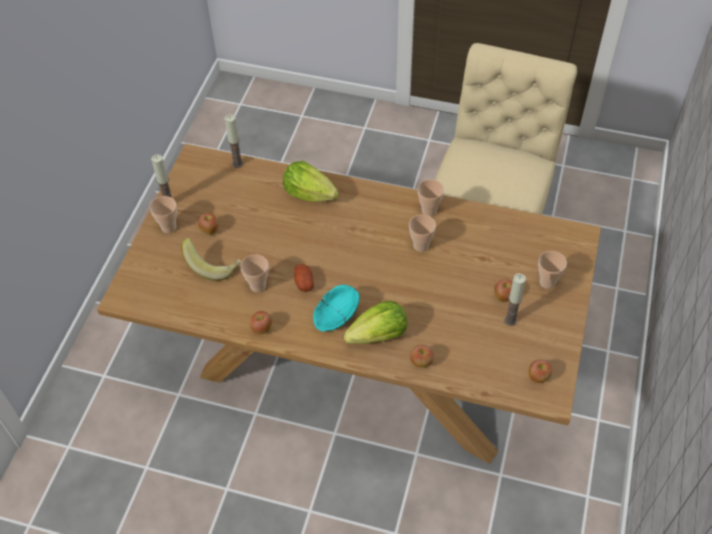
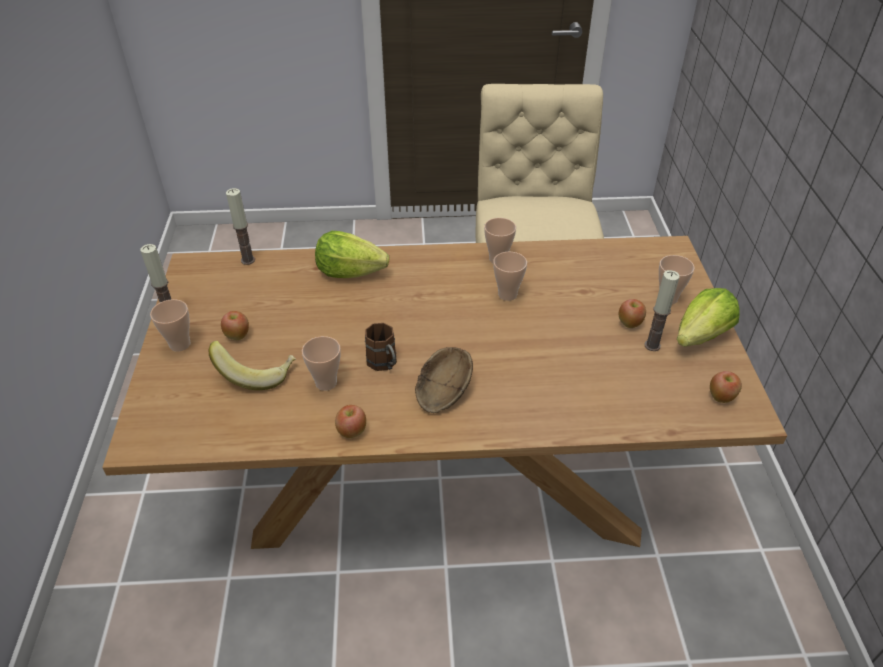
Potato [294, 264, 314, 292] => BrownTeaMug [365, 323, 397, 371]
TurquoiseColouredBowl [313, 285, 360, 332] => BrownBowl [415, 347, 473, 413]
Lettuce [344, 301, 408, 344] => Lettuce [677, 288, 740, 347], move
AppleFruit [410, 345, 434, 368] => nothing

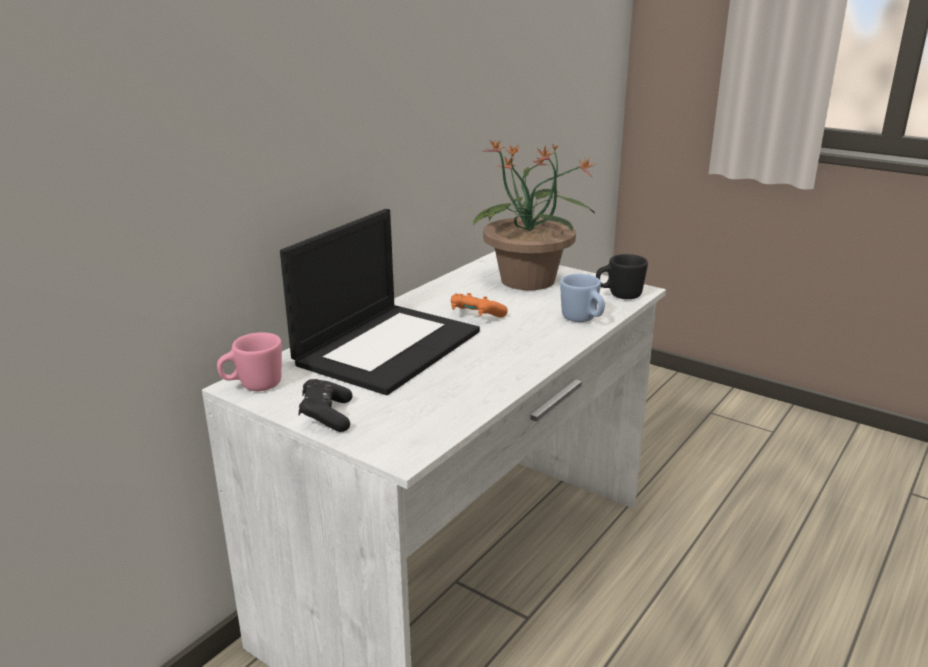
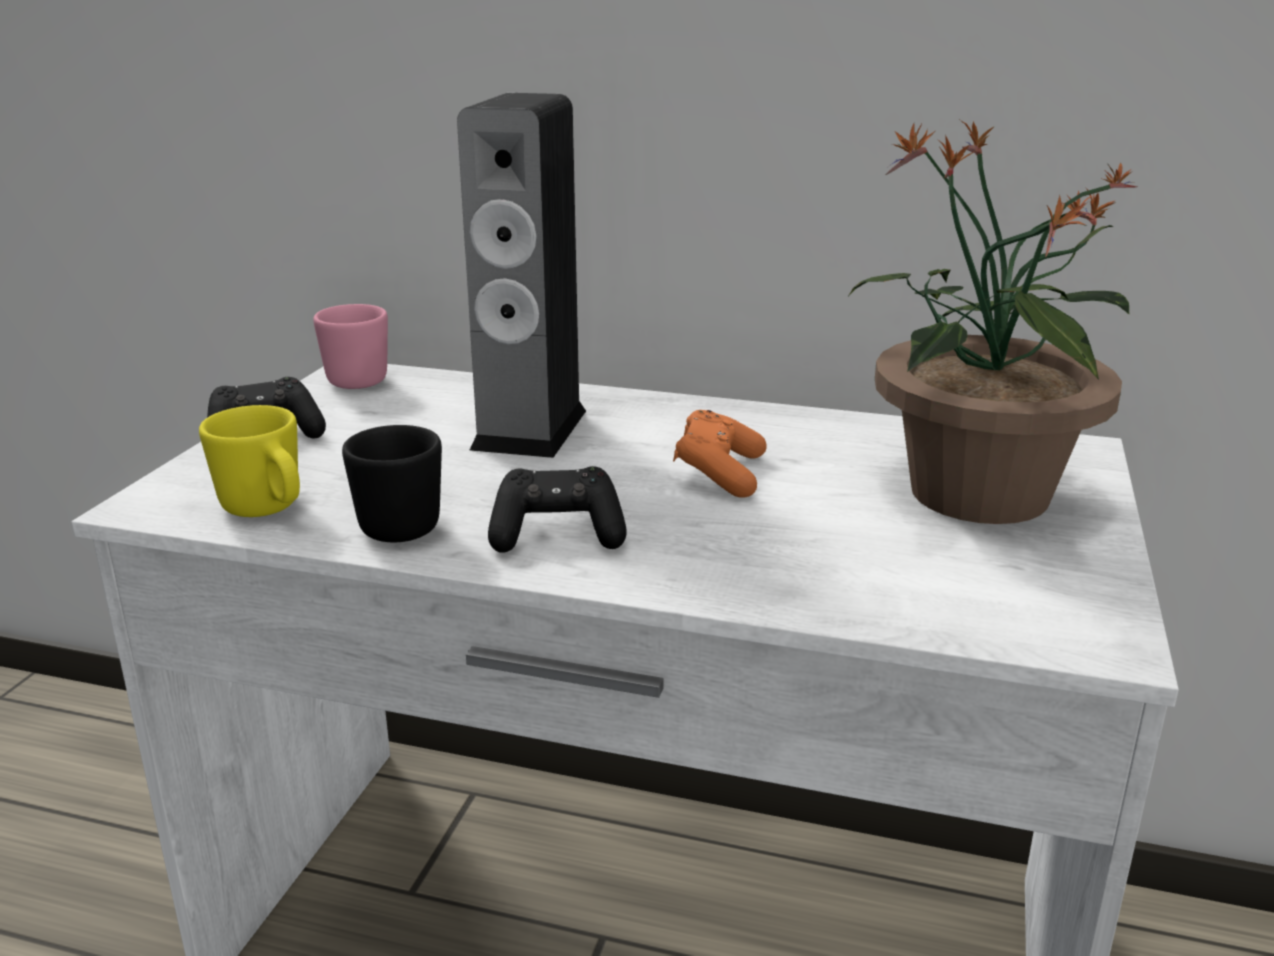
Laptop [280, 209, 480, 395] => Speaker [457, 93, 586, 458]
BluishTeaMug [560, 274, 605, 322] => nothing
BlackTeaMug [596, 254, 648, 299] => BlackTeaMug [342, 425, 442, 542], move
nothing => YellowColouredTeaMug [199, 405, 300, 517]
nothing => BlackGameController [488, 466, 627, 553]

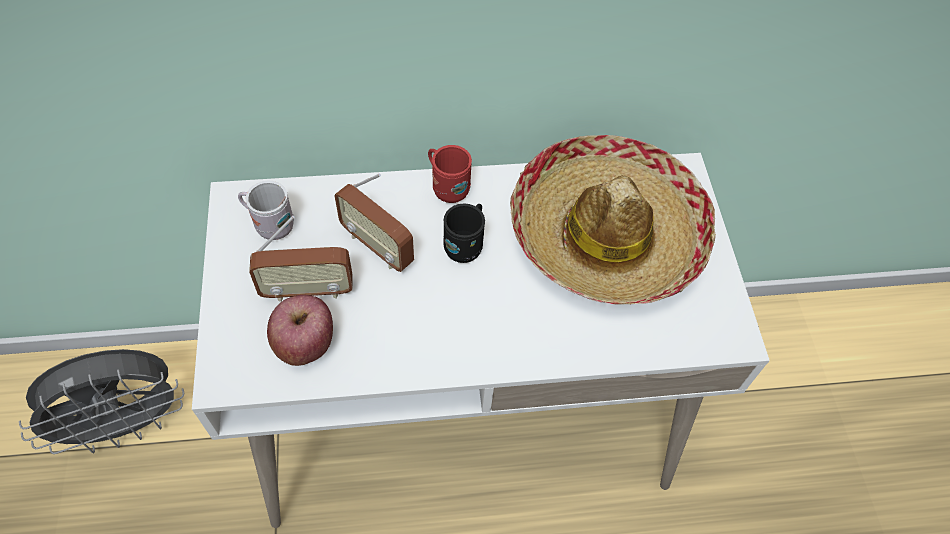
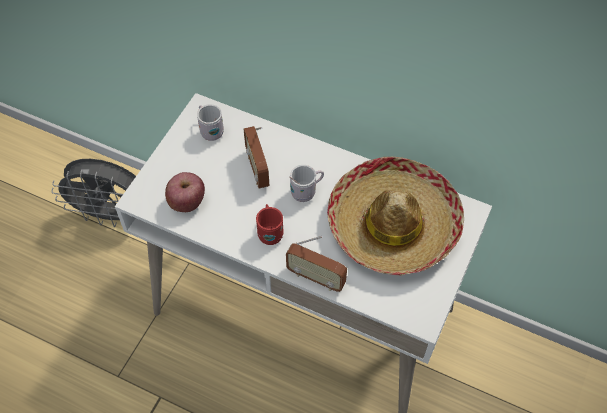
RadioSet [249, 216, 353, 302] => RadioSet [286, 236, 347, 292], move
RedColouredTeaMug [428, 145, 472, 203] => RedColouredTeaMug [256, 204, 284, 245], move
BlackTeaMug [443, 203, 485, 263] => WhiteColouredTeaMug [289, 165, 324, 202]

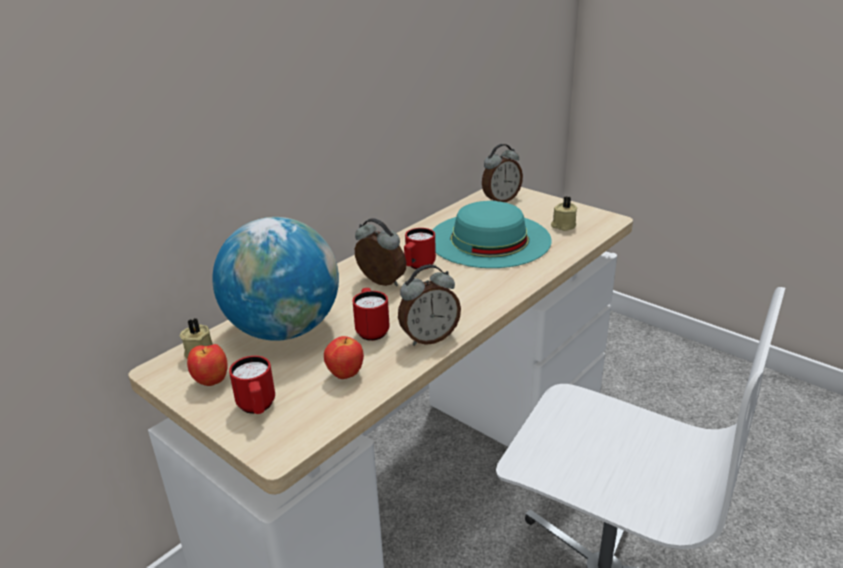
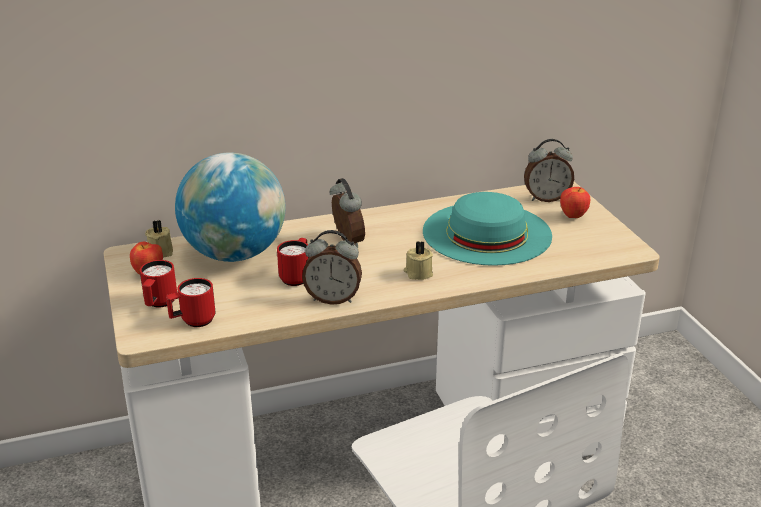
AppleFruit [324, 336, 364, 379] => AppleFruit [560, 187, 590, 218], move
RedColouredTeaMug [404, 228, 436, 270] => RedColouredTeaMug [166, 278, 216, 327], move
BeigeColouredWaxCandle [551, 197, 577, 231] => BeigeColouredWaxCandle [404, 241, 433, 280], move

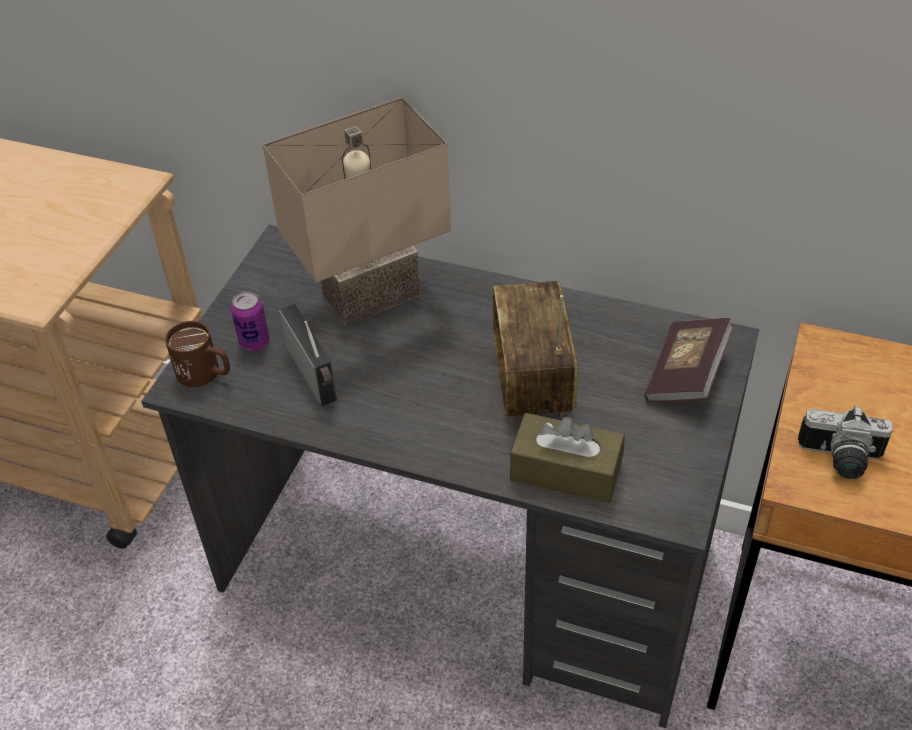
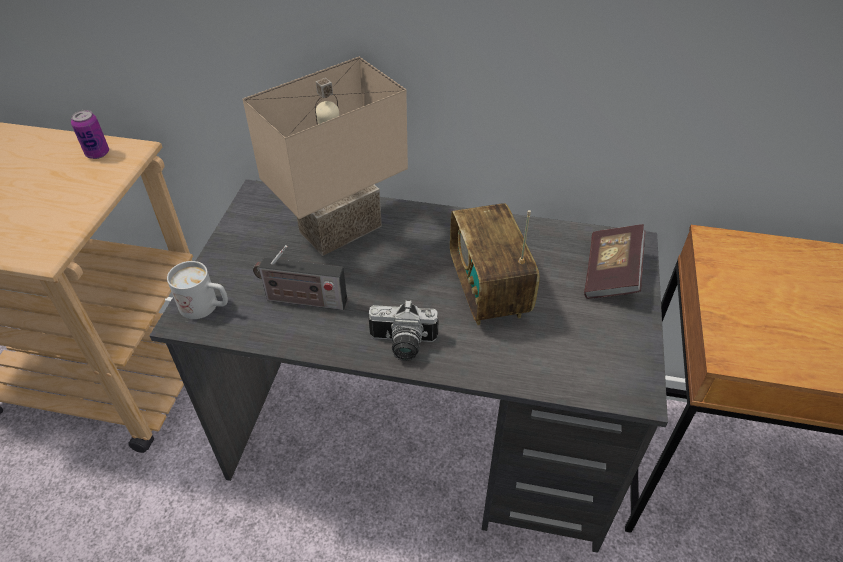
BrownTeaMug [165, 321, 230, 387] => WhiteColouredTeaMug [167, 261, 228, 319]
SealedCan [231, 291, 270, 351] => SealedCan [71, 110, 109, 159], move
RadioSet [279, 304, 337, 406] => RadioSet [253, 245, 347, 310], 135 degrees clockwise
BrownBoxOfTissues [510, 413, 625, 503] => nothing
StillCamera [798, 406, 893, 479] => StillCamera [368, 300, 439, 361], move

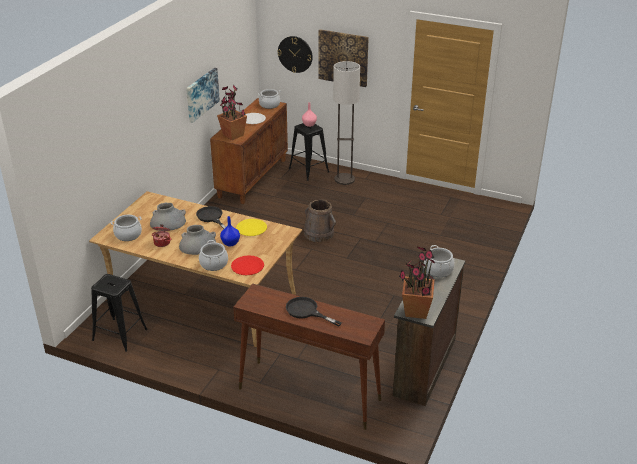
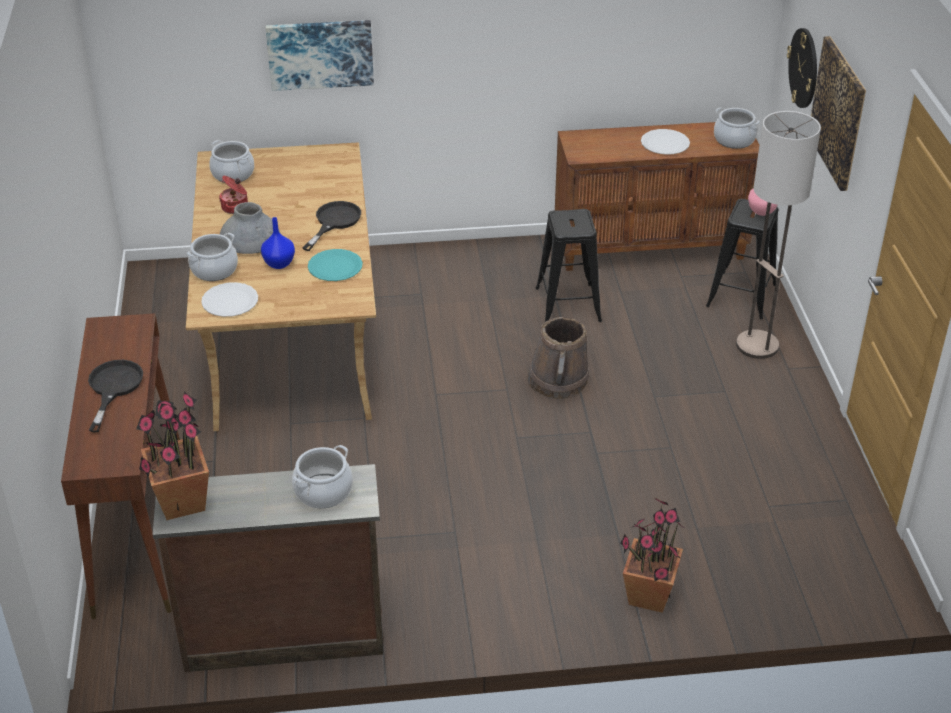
BlackSittingStool [91, 274, 148, 352] => BlackSittingStool [535, 209, 602, 322], move
GreyishDecorativeVase [150, 203, 186, 231] => nothing
WallPicture [186, 68, 220, 123] => WallPicture [266, 20, 374, 91], move
PottedPlant [217, 85, 247, 140] => PottedPlant [620, 498, 685, 613], move
RedColouredPlate [231, 255, 264, 275] => WhiteColouredPlate [201, 282, 258, 317]
YellowColouredPlate [236, 219, 267, 236] => TurquoiseColouredPlate [308, 249, 363, 281]

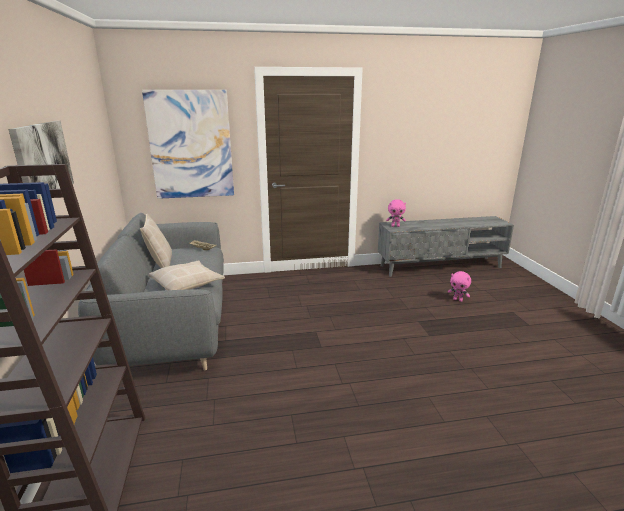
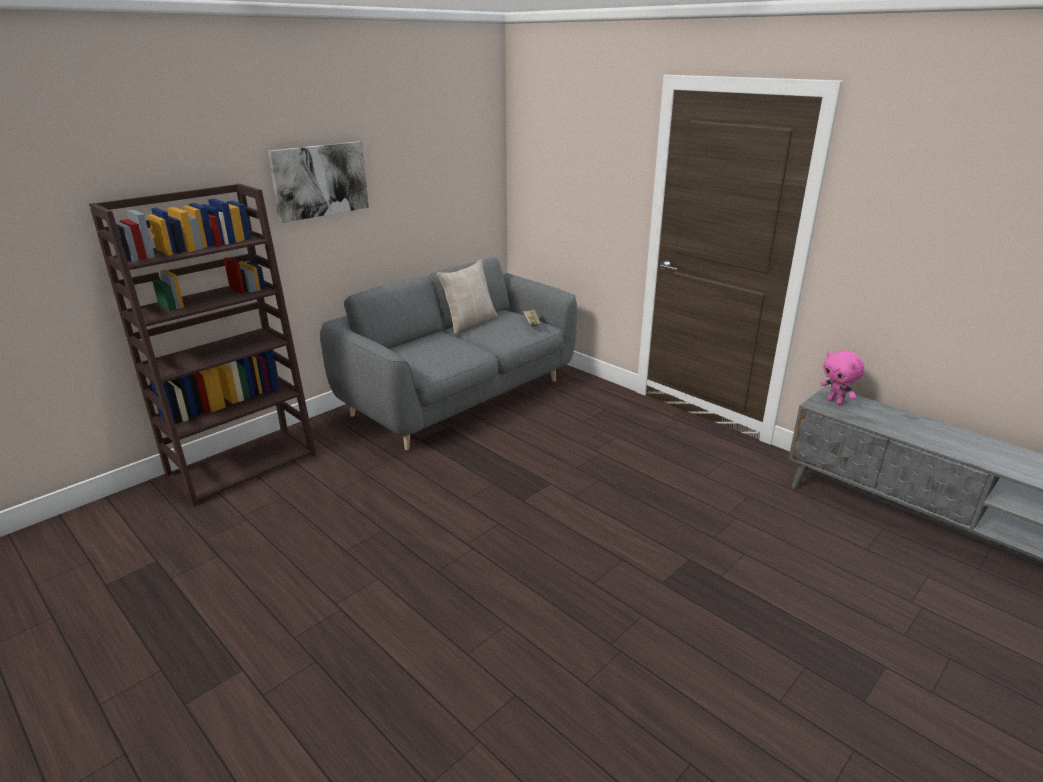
WallPicture [142, 90, 234, 199] => nothing
BeigeColouredThrowPillow [149, 260, 225, 290] => nothing
PinkColouredSoftToy [448, 271, 471, 302] => nothing

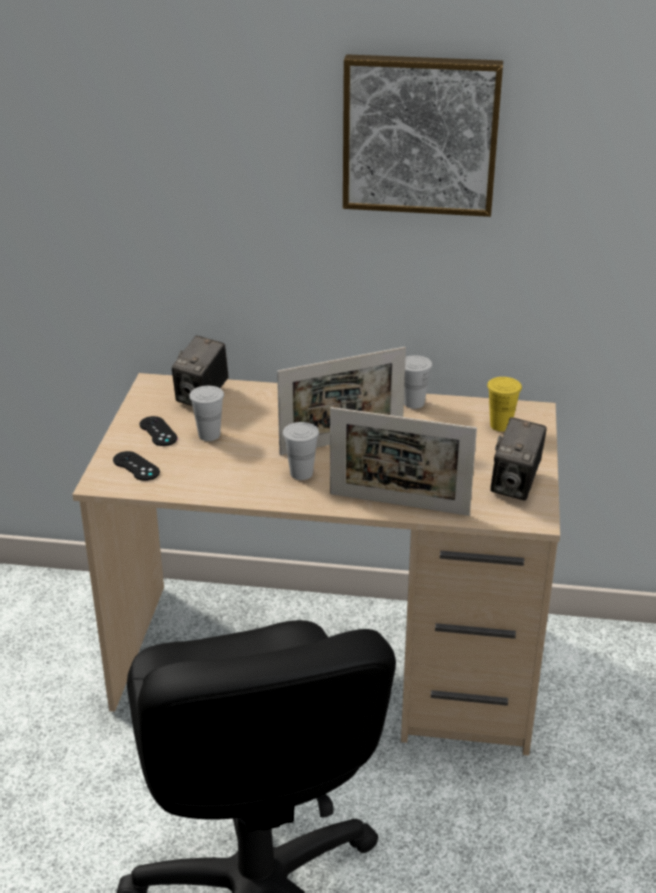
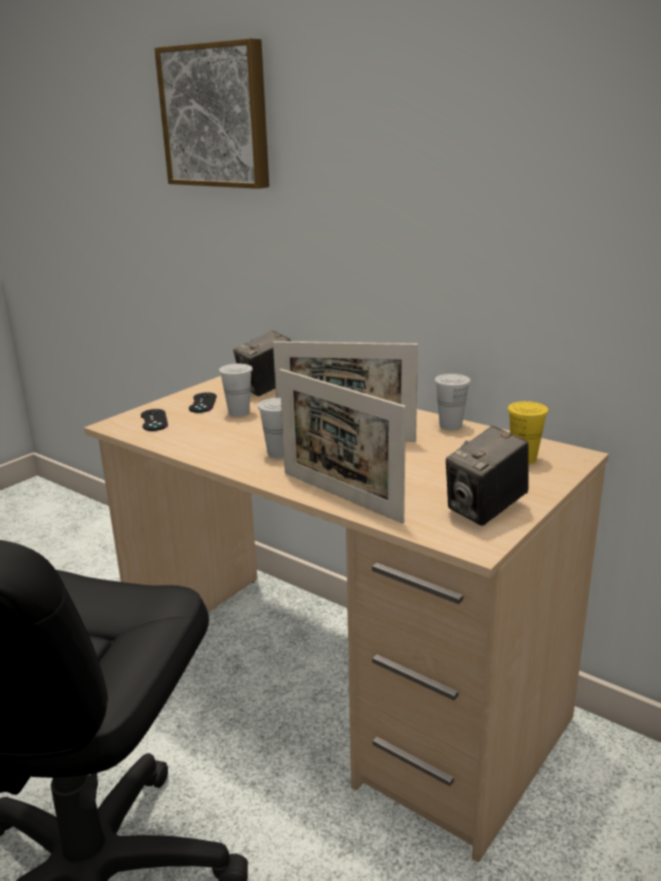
WallPicture [343, 54, 503, 217] => WallPicture [154, 38, 269, 189], move

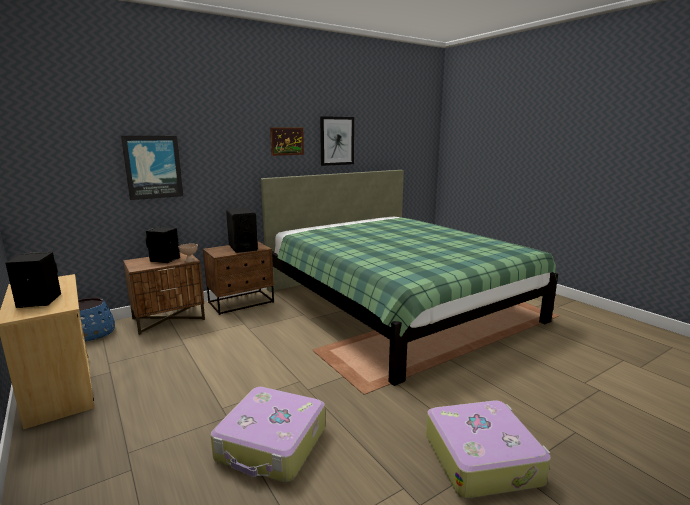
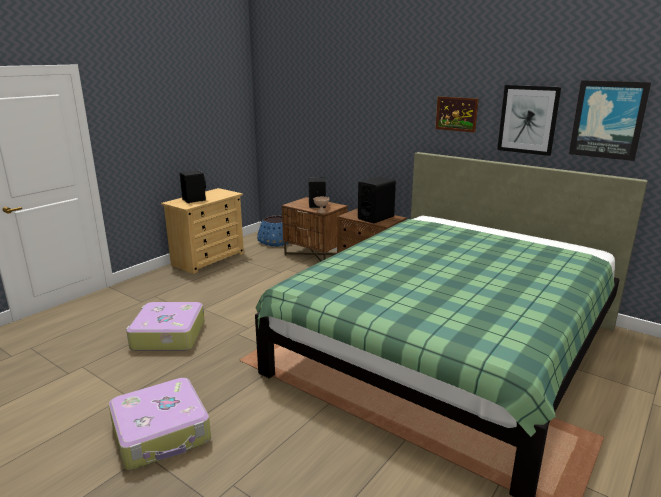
WallPicture [121, 136, 183, 200] => WallPicture [569, 80, 651, 161], move

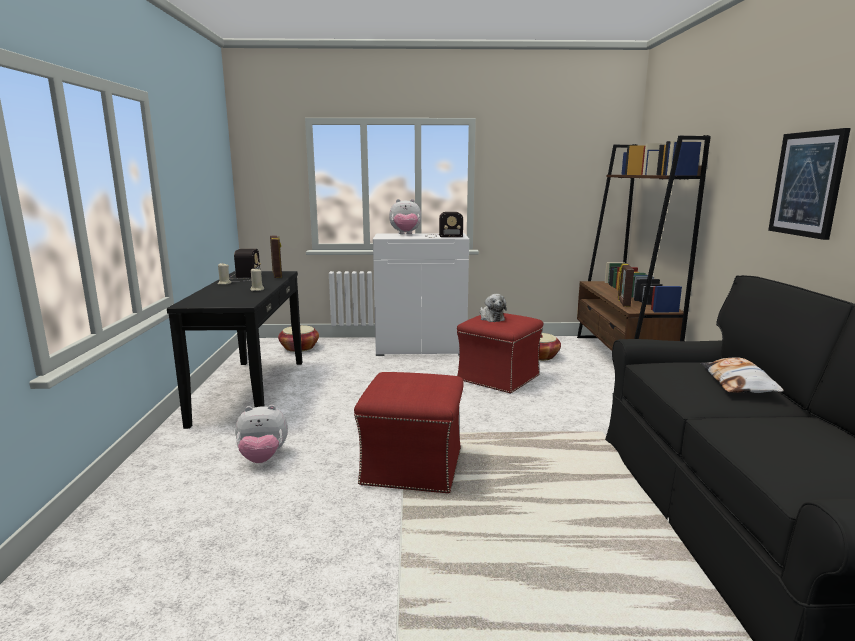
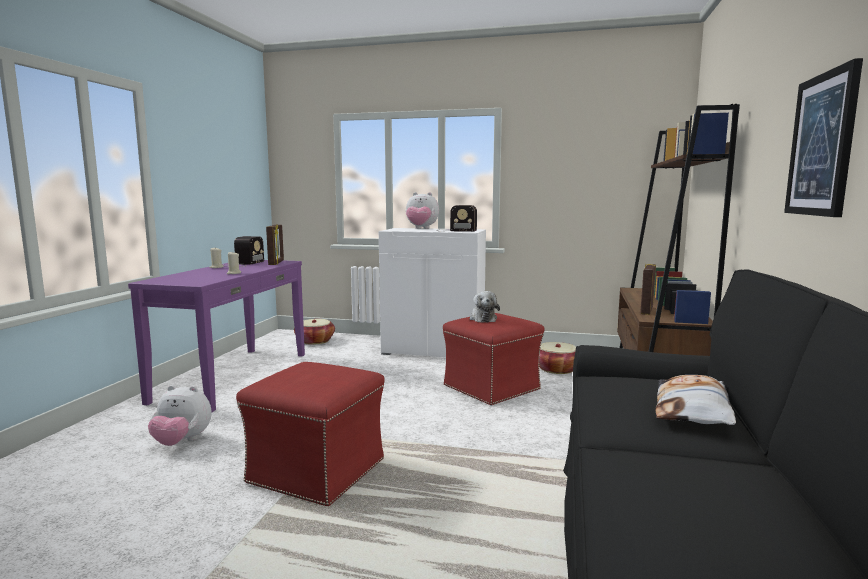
BlackConsoleTable [167, 271, 302, 429] => PurpleConsoleTable [128, 260, 305, 412]

